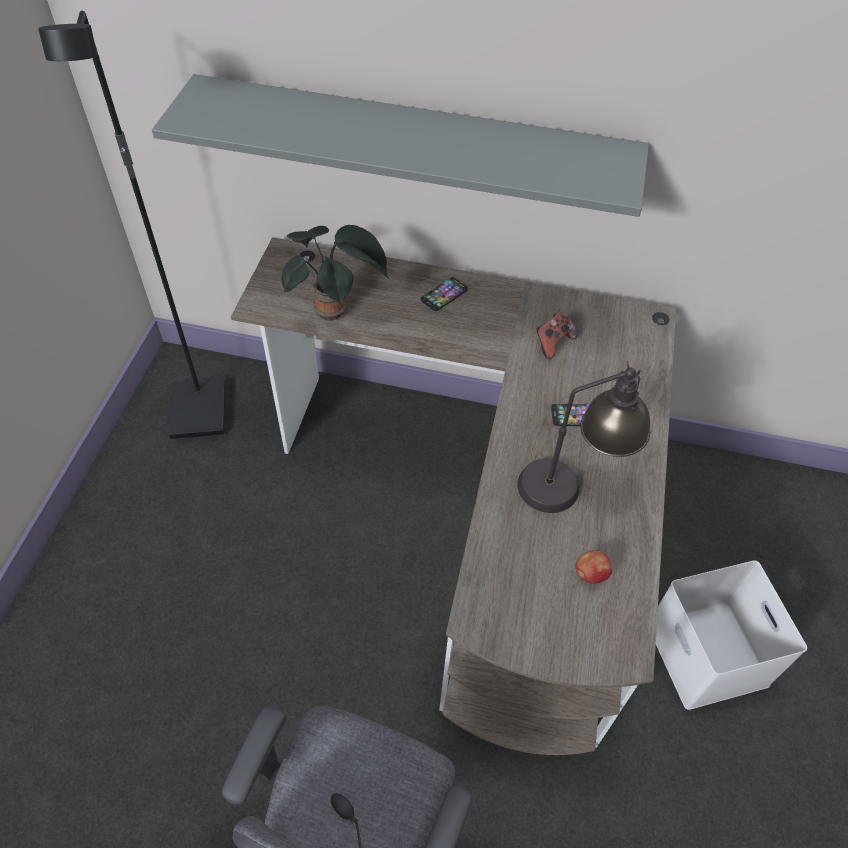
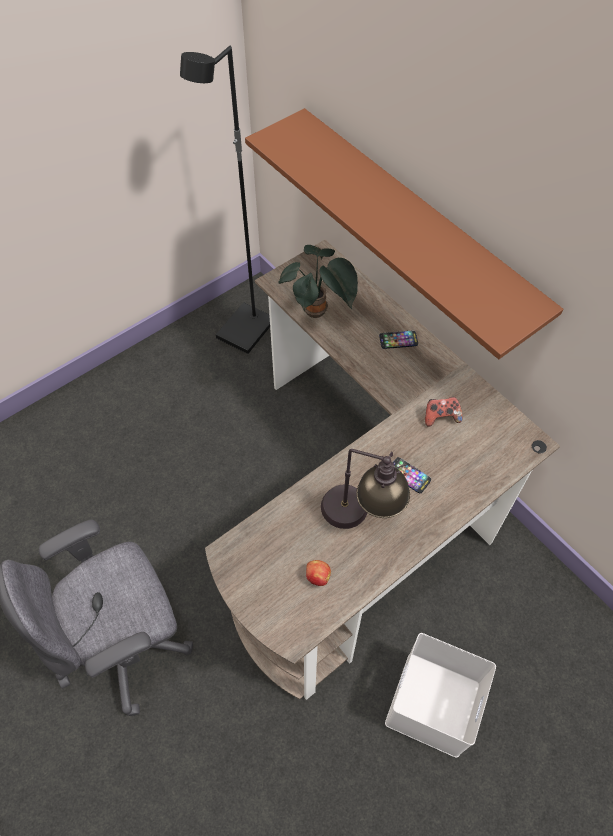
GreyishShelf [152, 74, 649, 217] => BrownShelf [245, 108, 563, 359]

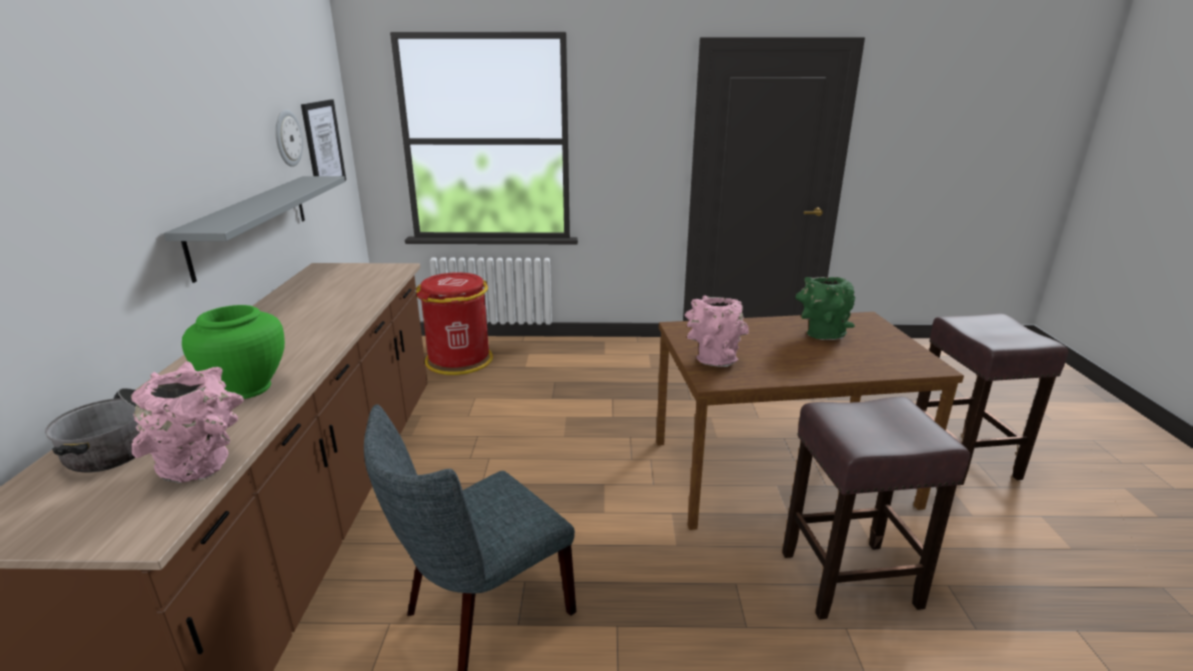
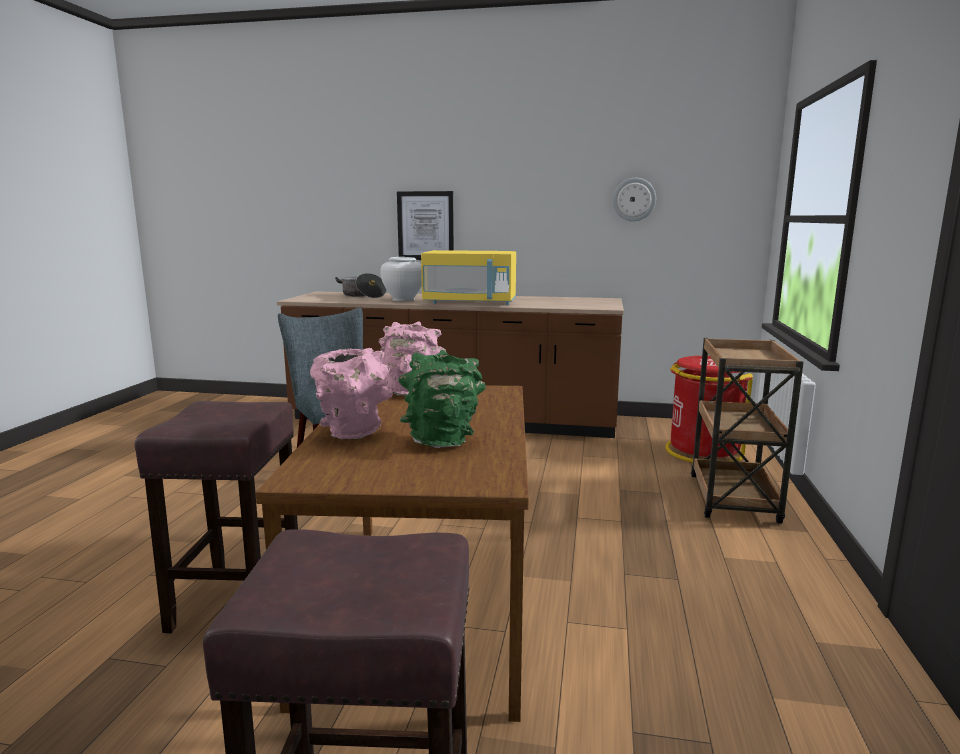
PinkColouredDecorativeVase [131, 361, 244, 483] => PinkColouredDecorativeVase [310, 348, 393, 439], move
GreyishShelf [164, 176, 345, 283] => nothing
GreenishDecorativeVase [182, 305, 285, 399] => WhiteColouredDecorativeVase [380, 257, 422, 301]
WallPicture [301, 99, 346, 181] => WallPicture [397, 191, 454, 260], move
nothing => YellowColouredKitchenMicrowave [421, 250, 516, 305]
nothing => BrownTrolley [691, 338, 804, 524]

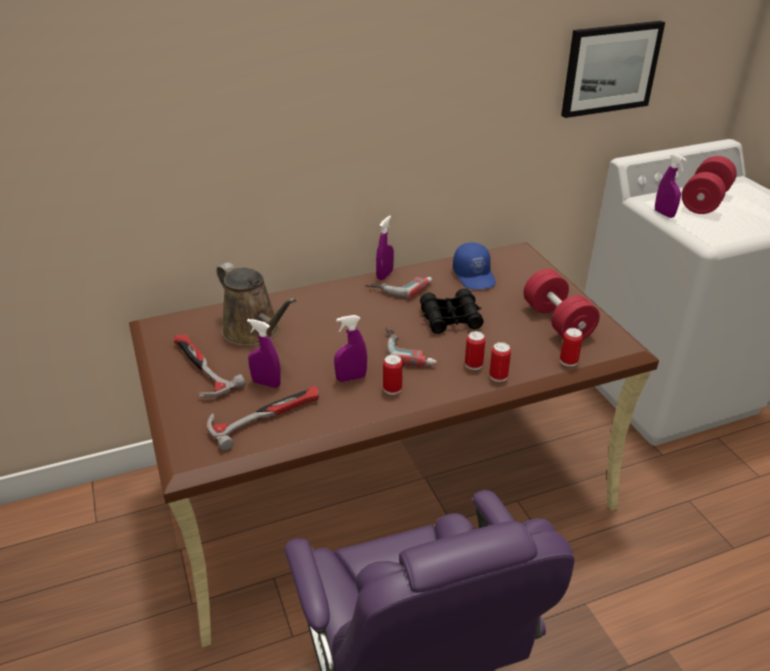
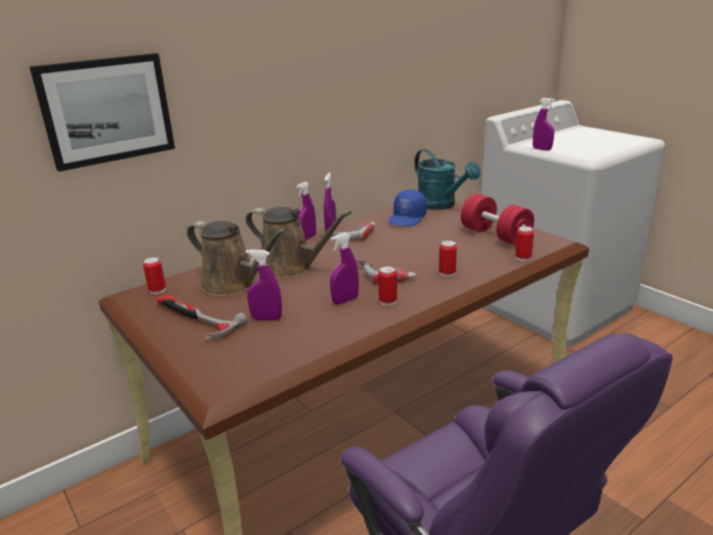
Hammer [207, 386, 319, 451] => nothing
BlackPairOfBinoculars [420, 288, 484, 334] => nothing
BluishPeakedCap [453, 243, 496, 289] => BluishPeakedCap [389, 189, 427, 226], 60 degrees clockwise
SealedCan [489, 342, 511, 382] => SealedCan [143, 257, 166, 294], move
WallPicture [561, 21, 665, 118] => WallPicture [30, 53, 175, 172], move
RedColouredHandWeight [681, 156, 737, 214] => nothing
nothing => BrownWateringCan [246, 207, 352, 278]
nothing => PurpleSprayer [296, 182, 316, 240]
nothing => TurquoiseColouredWateringCan [415, 149, 480, 210]

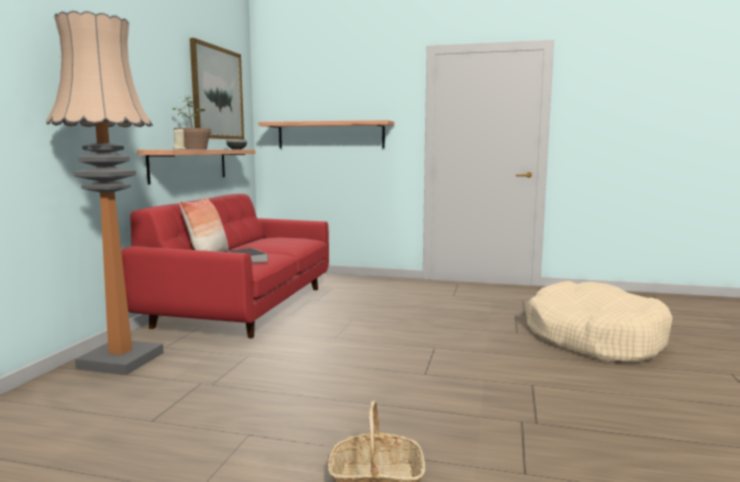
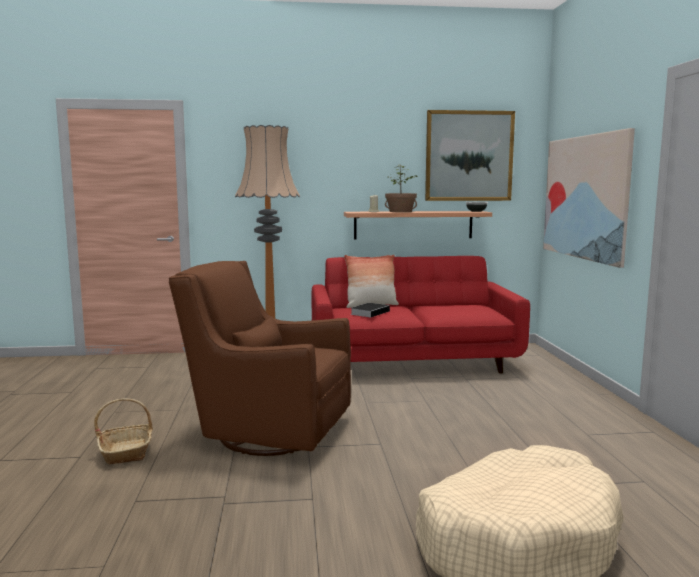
Shelf [259, 120, 394, 148] => WallPicture [543, 128, 635, 268]
nothing => BrownEasyChair [169, 261, 351, 456]

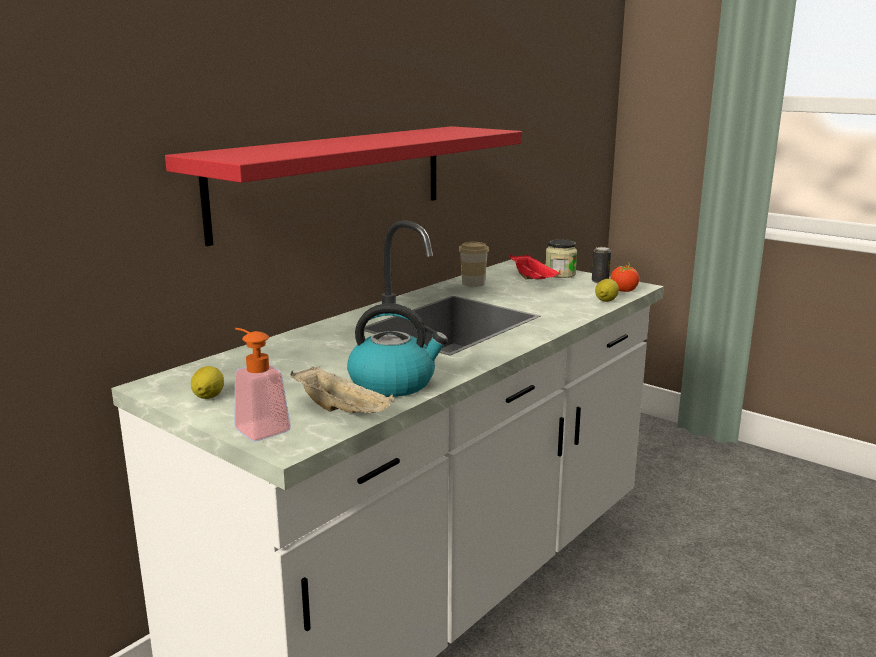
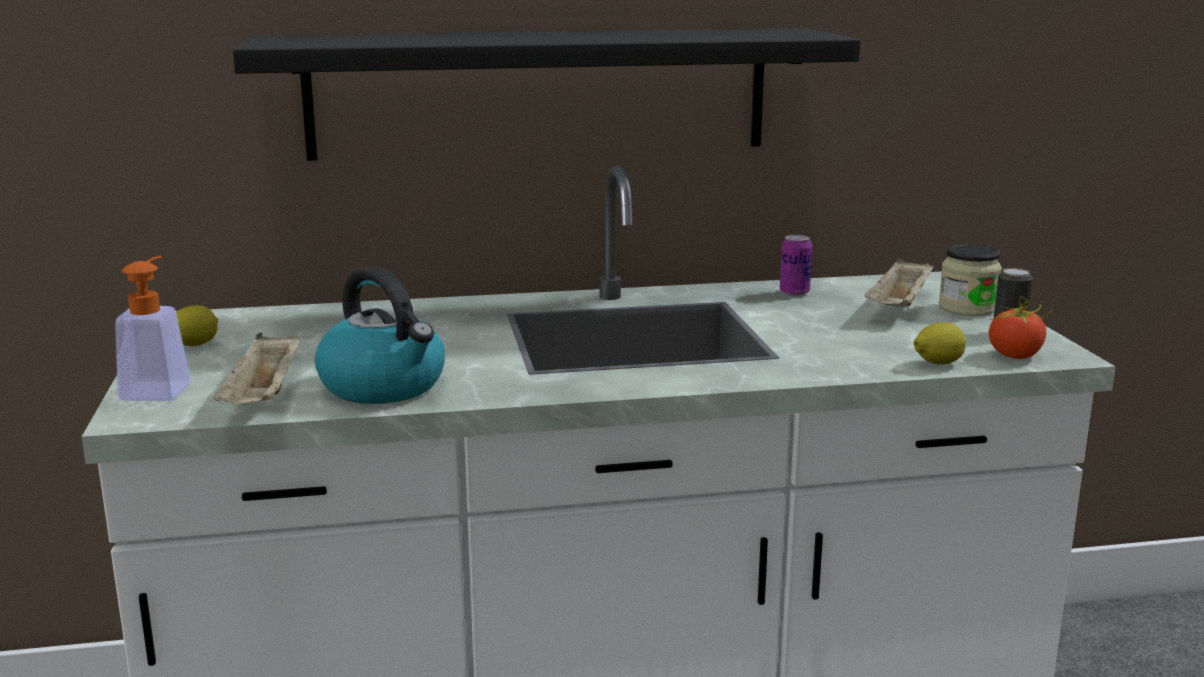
RedColouredShelf [165, 126, 522, 246] => BlackShelf [232, 28, 860, 161]
Cup [459, 242, 489, 287] => SealedCan [780, 235, 812, 296]
RedColouredTray [509, 254, 560, 280] => BeigeColouredTray [865, 258, 934, 307]

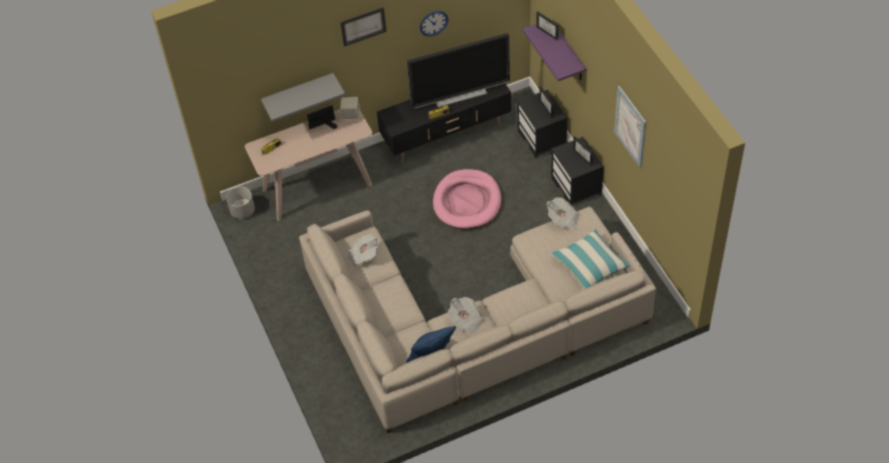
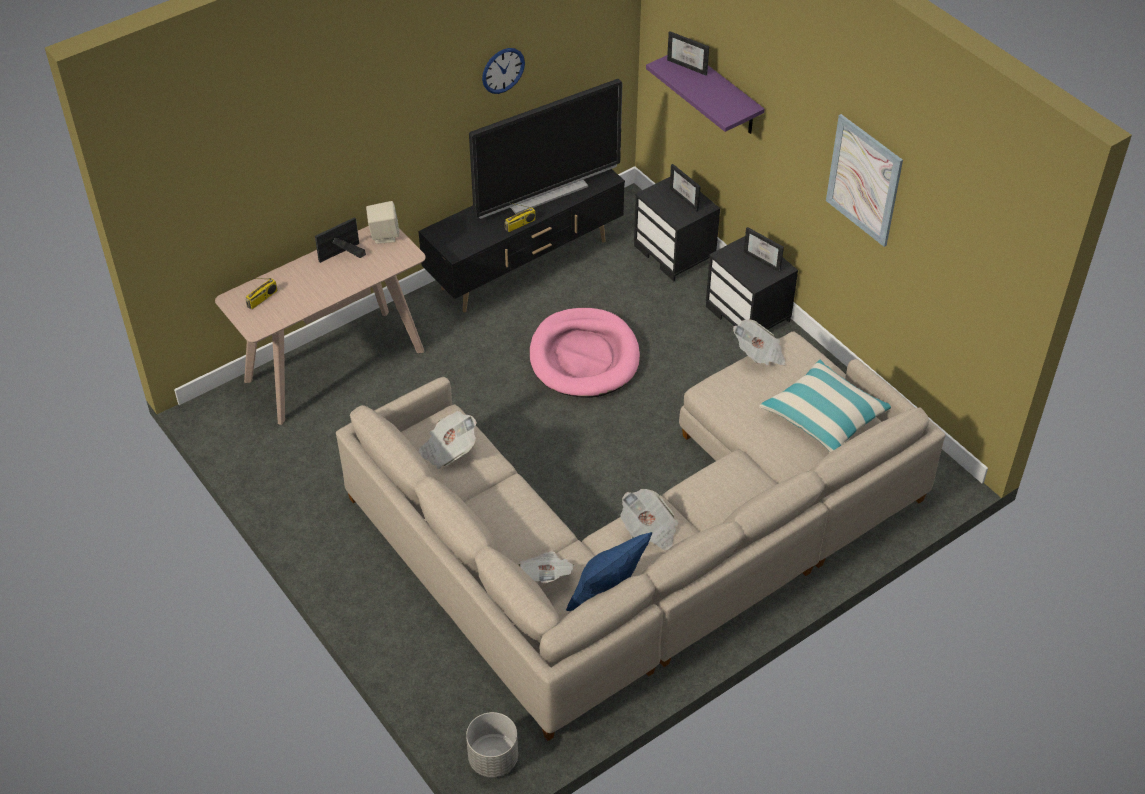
GreyishPlantPot [226, 187, 255, 219] => GreyishPlantPot [466, 712, 518, 777], move
GreyishShelf [261, 73, 345, 122] => nothing
WallPicture [340, 7, 386, 47] => nothing
nothing => PrintedPaper [518, 551, 575, 583]

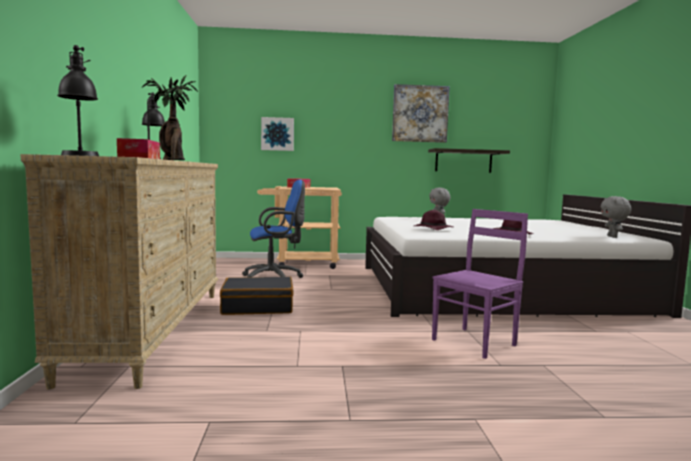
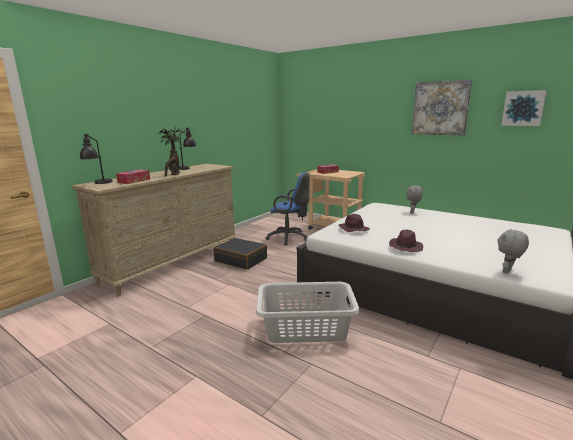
WallPicture [261, 117, 294, 151] => WallPicture [501, 90, 547, 126], move
Shelf [428, 148, 510, 173] => nothing
PurpleChair [432, 209, 528, 359] => GreyishWashingBasket [256, 282, 360, 343]

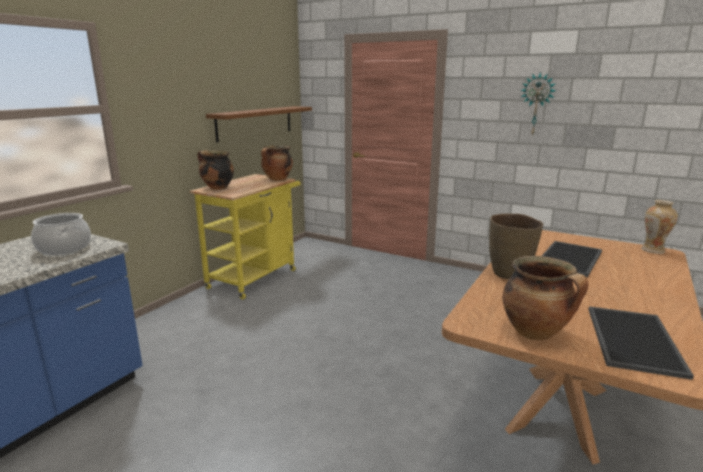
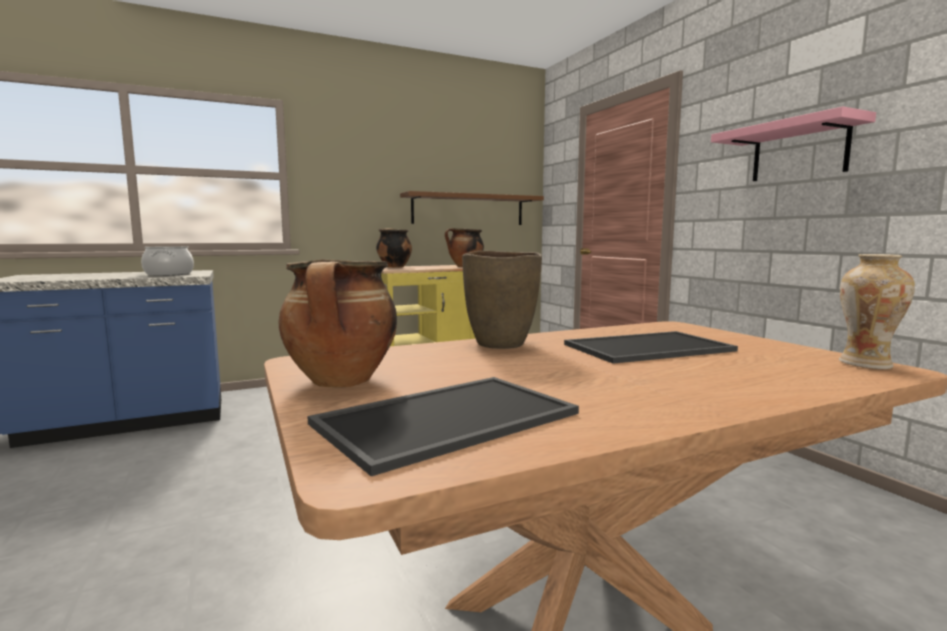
WallClock [520, 72, 556, 136] => PinkColouredShelf [711, 106, 876, 181]

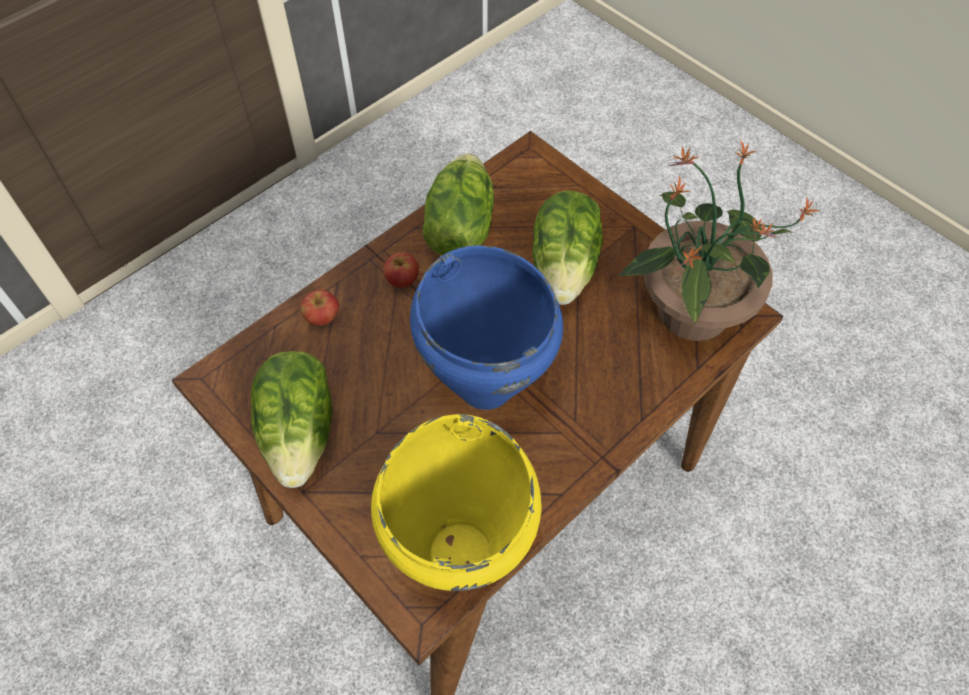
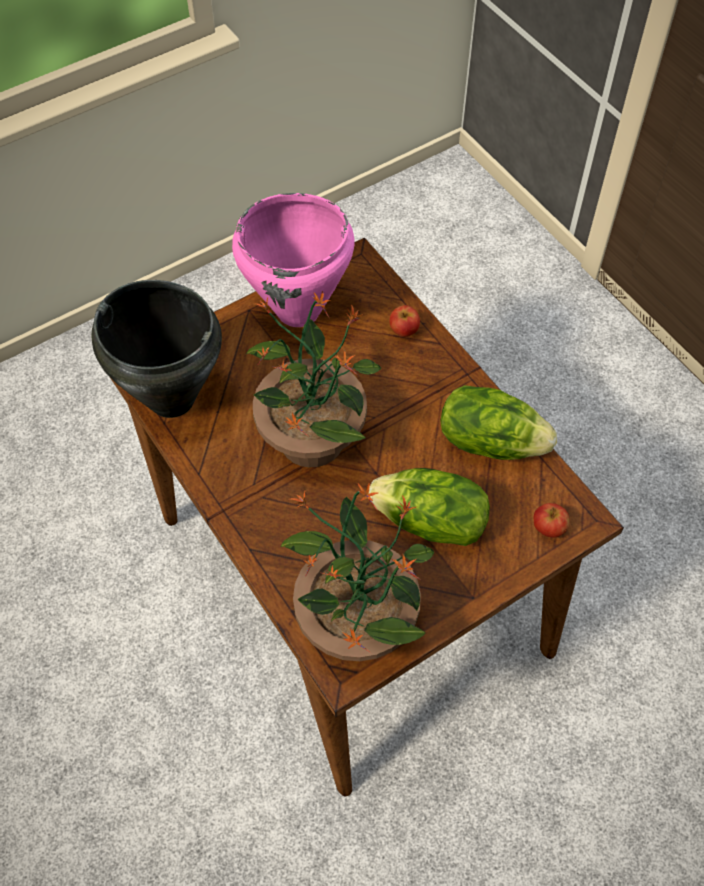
Lettuce [251, 351, 332, 488] => PinkColouredCookingPot [232, 193, 355, 327]
YellowColouredCookingPot [371, 414, 542, 591] => BlackCookingPot [91, 280, 222, 418]
AppleFruit [384, 252, 419, 288] => AppleFruit [534, 503, 570, 537], move
BluishCookingPot [410, 245, 563, 410] => PottedPlant [246, 291, 381, 467]

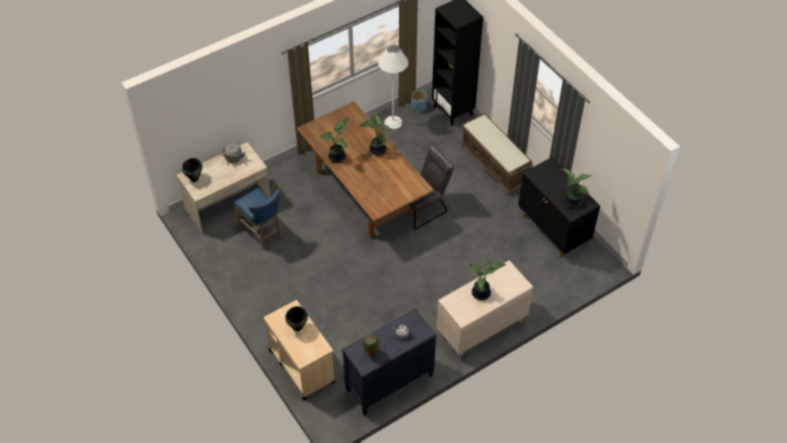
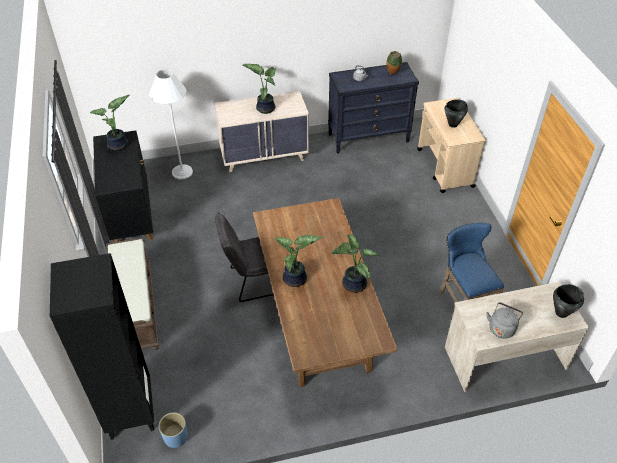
WhiteColouredStandingLamp [378, 45, 408, 130] => WhiteColouredStandingLamp [149, 69, 193, 179], move

